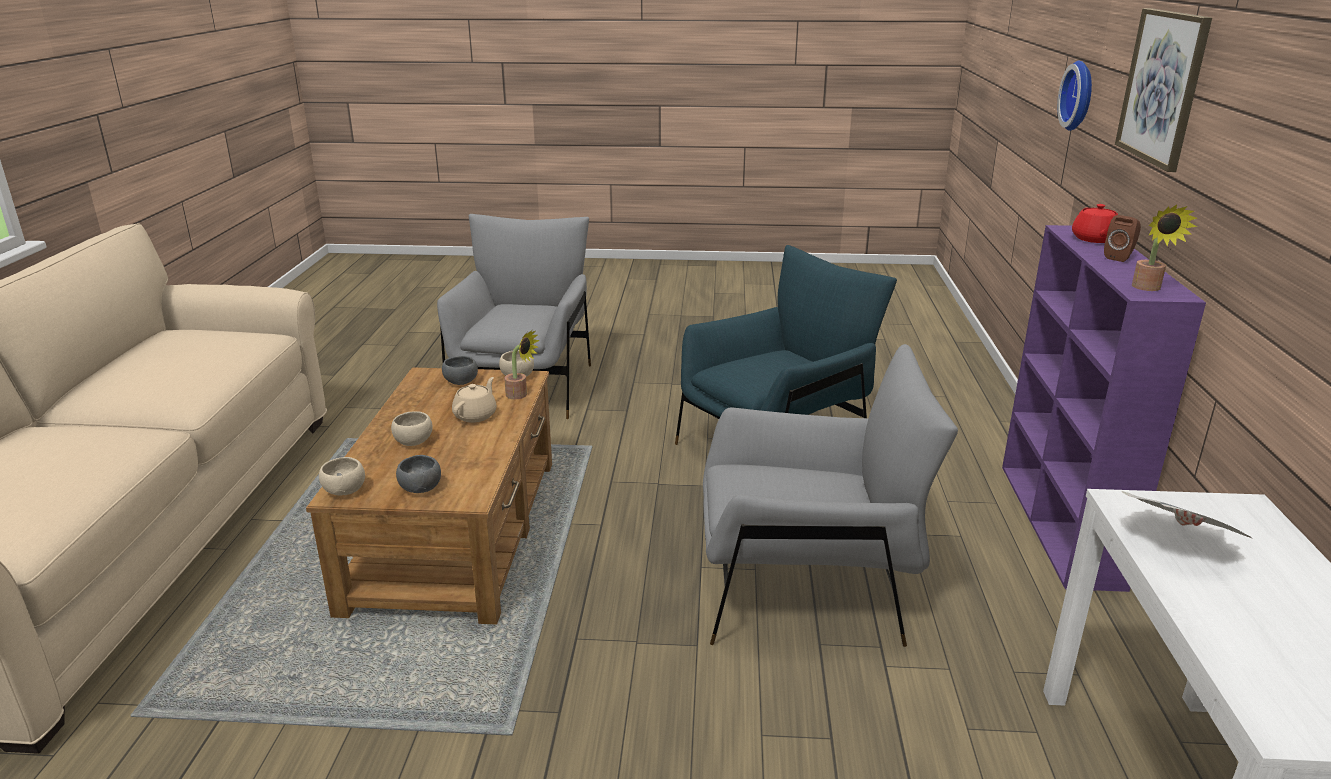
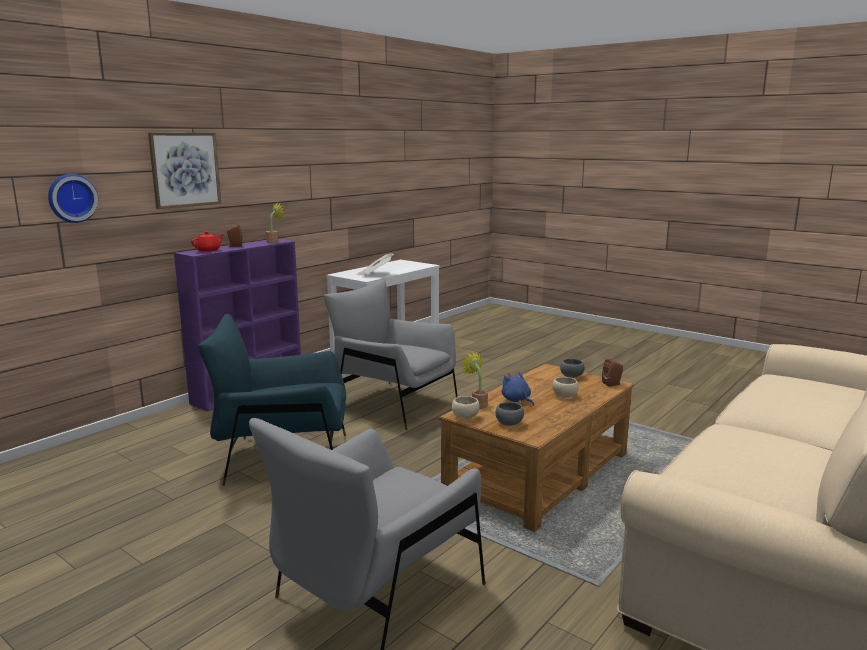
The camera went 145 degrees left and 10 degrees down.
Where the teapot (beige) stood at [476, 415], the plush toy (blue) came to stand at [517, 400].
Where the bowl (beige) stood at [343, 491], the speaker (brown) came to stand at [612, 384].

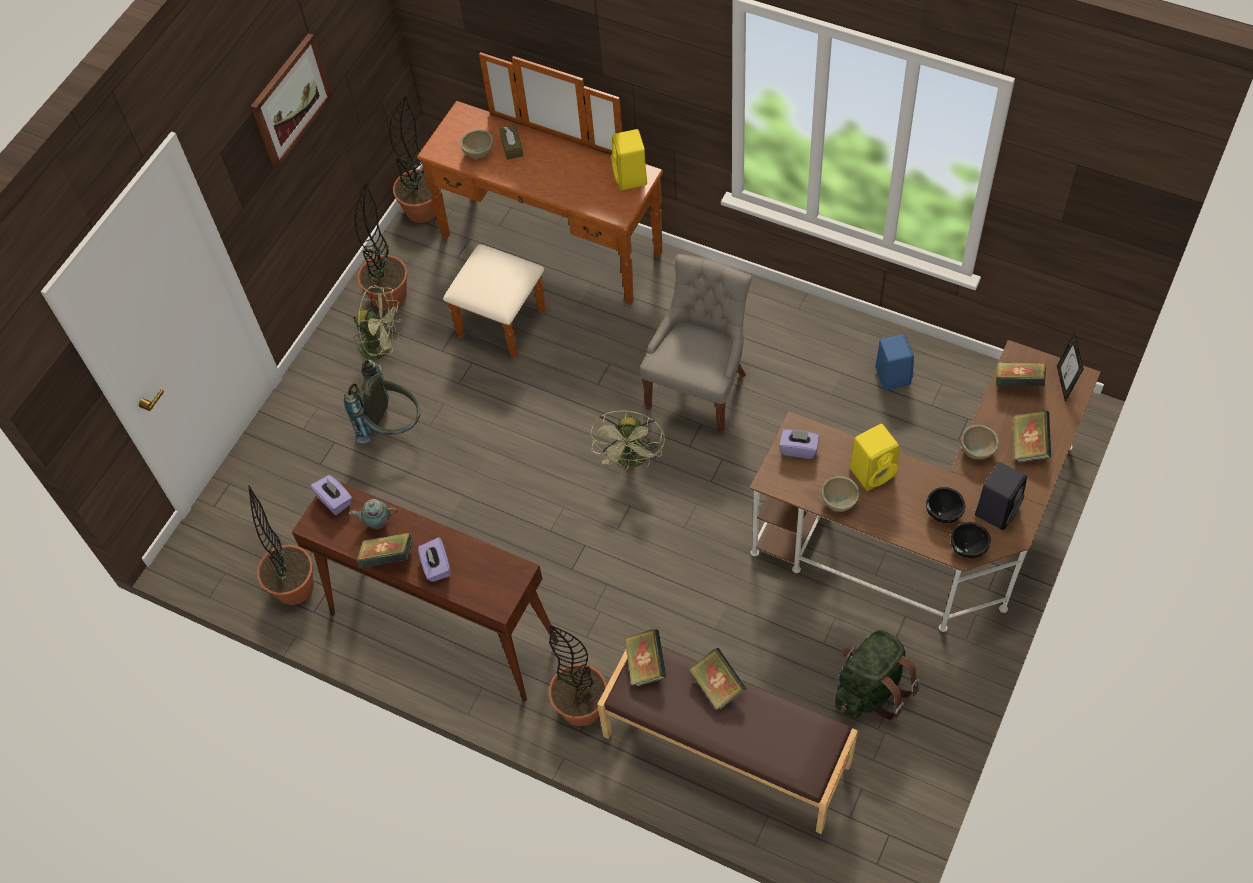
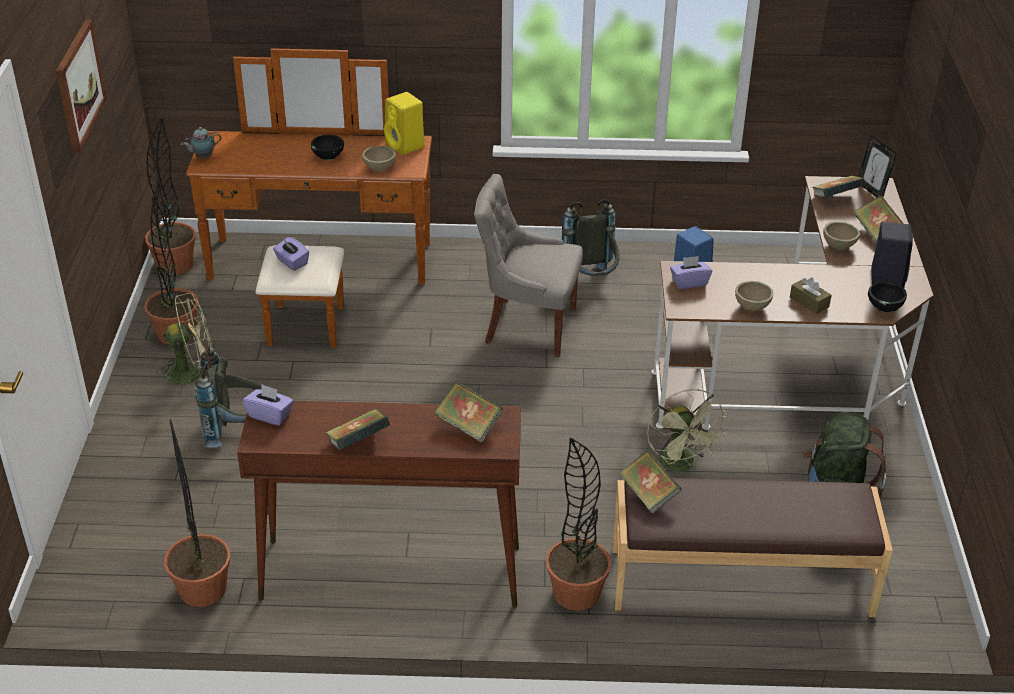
The camera went 30 degrees left and 20 degrees down.
The tissue box (brown) ended up elsewhere, having gone from [512, 146] to [809, 302].
The bowl (beige) ended up elsewhere, having gone from [479, 153] to [380, 169].
The chair (grey) at [699, 389] ended up facing another way, 75 degrees counterclockwise from before.
The fan (green) ended up elsewhere, having gone from [632, 461] to [681, 465].
The second view lost the speaker (yellow) at [873, 471].
The bowl (black) ended up elsewhere, having gone from [943, 512] to [328, 157].
The teapot ended up elsewhere, having gone from [377, 522] to [203, 157].
The tissue box (purple) ended up elsewhere, having gone from [436, 566] to [292, 262].
The book ended up elsewhere, having gone from [717, 685] to [468, 426].
The second view gained the backpack (grey) at [590, 280].

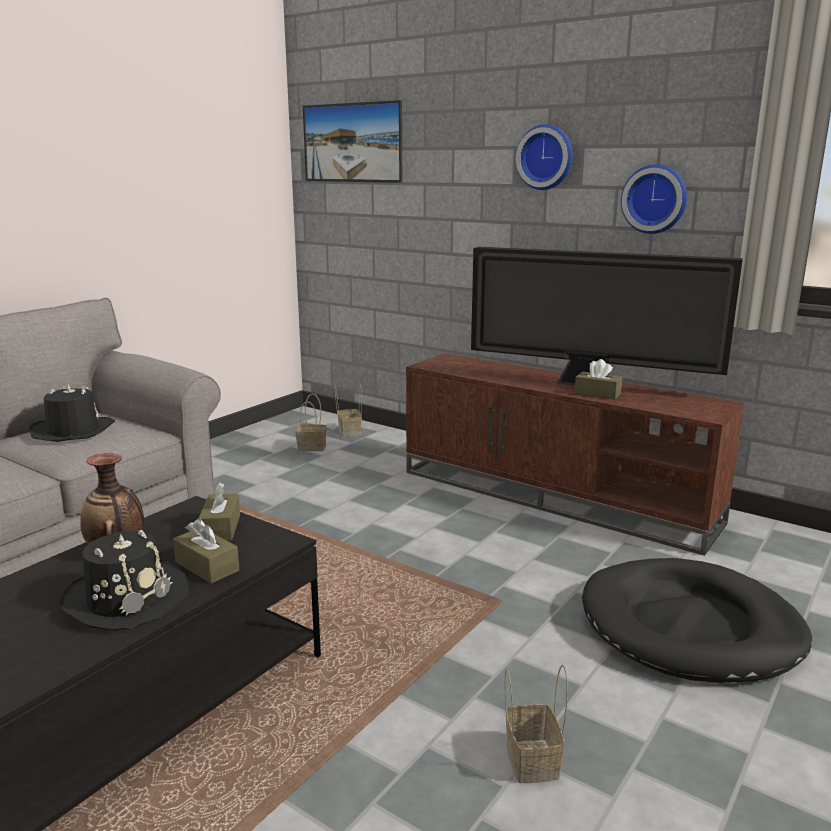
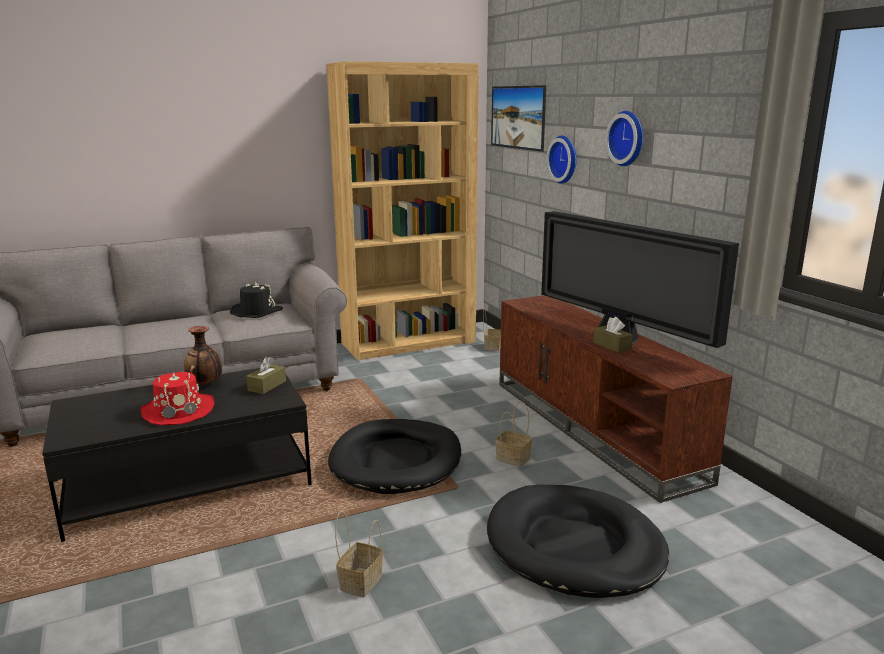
The camera went 30 degrees right and 0 degrees up.
The wall clock ended up elsewhere, having gone from [655, 199] to [565, 159].
The basket ended up elsewhere, having gone from [313, 447] to [514, 458].
The second view lost the tissue box (brown) at [207, 566].
What was the hat (black) at [126, 598] turned into the hat (red) at [178, 410].
The second view gained the bookcase (brown) at [409, 342].
The second view gained the dog bed (black) at [396, 461].

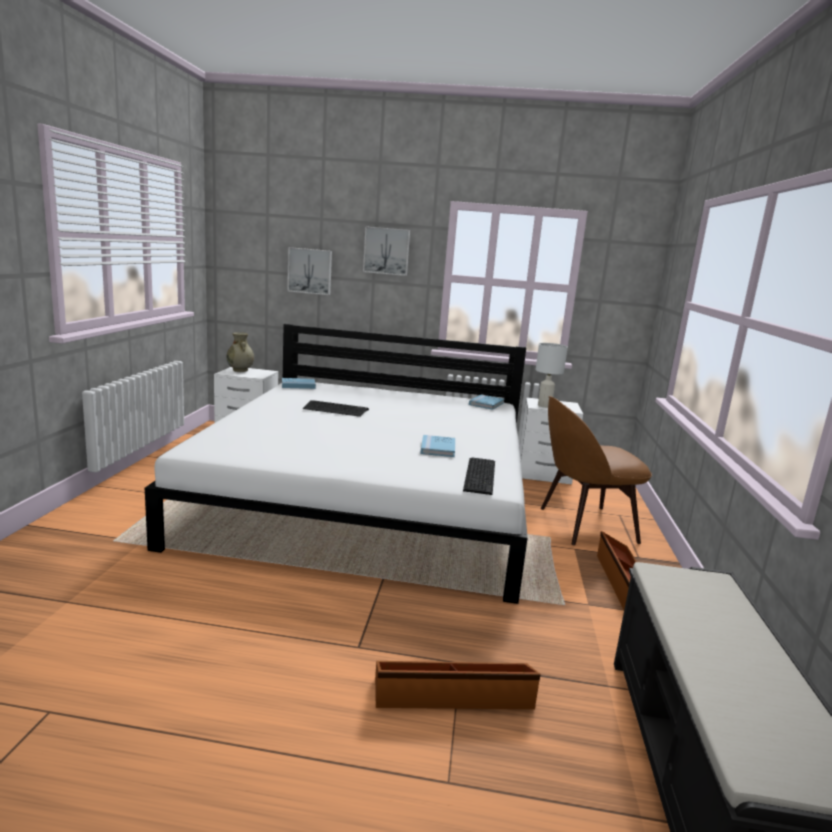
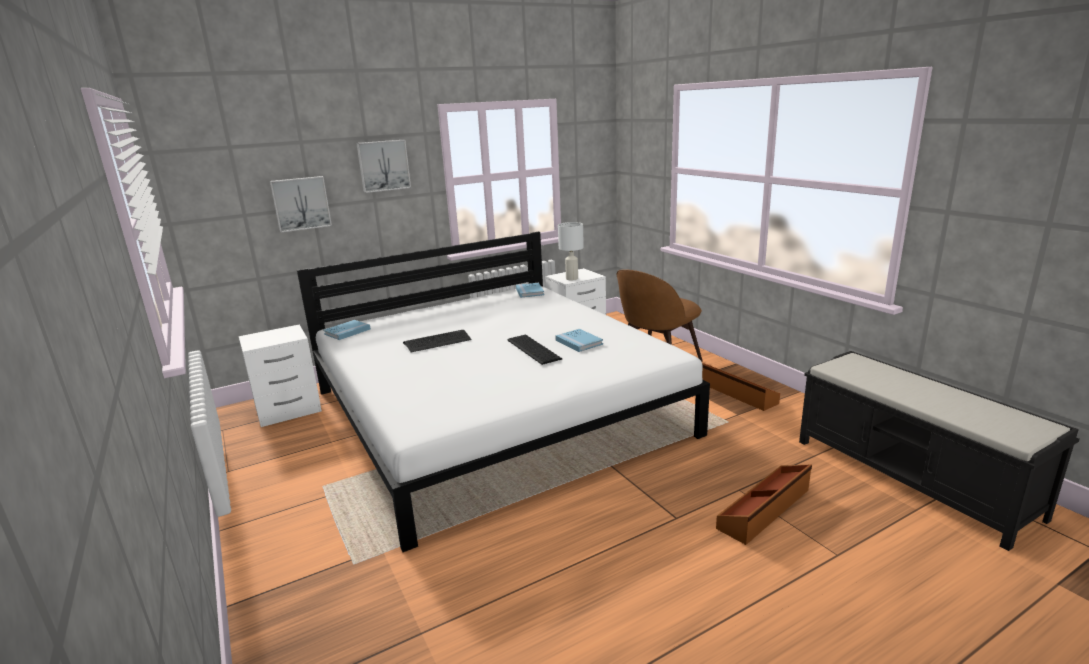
The camera went 35 degrees left and 5 degrees up.
The second view lost the vase (beige) at [240, 370].
The keyboard ended up elsewhere, having gone from [481, 475] to [534, 349].

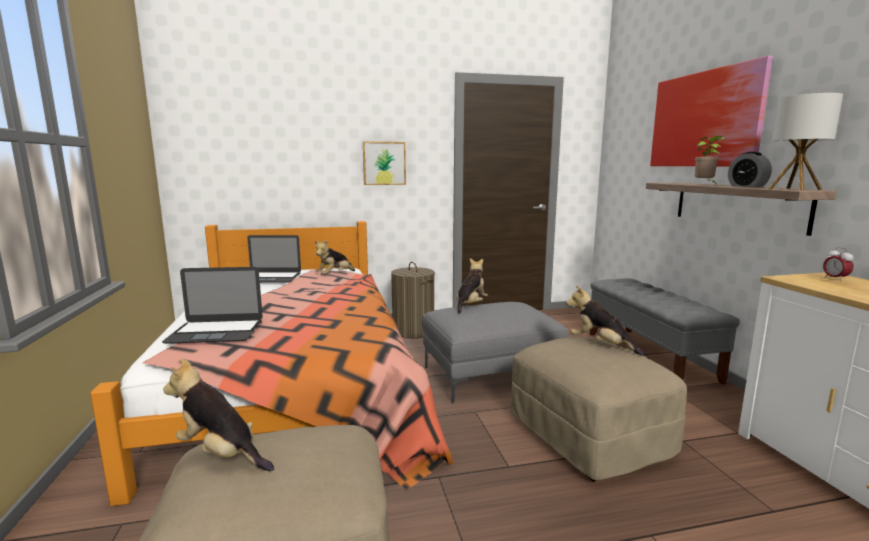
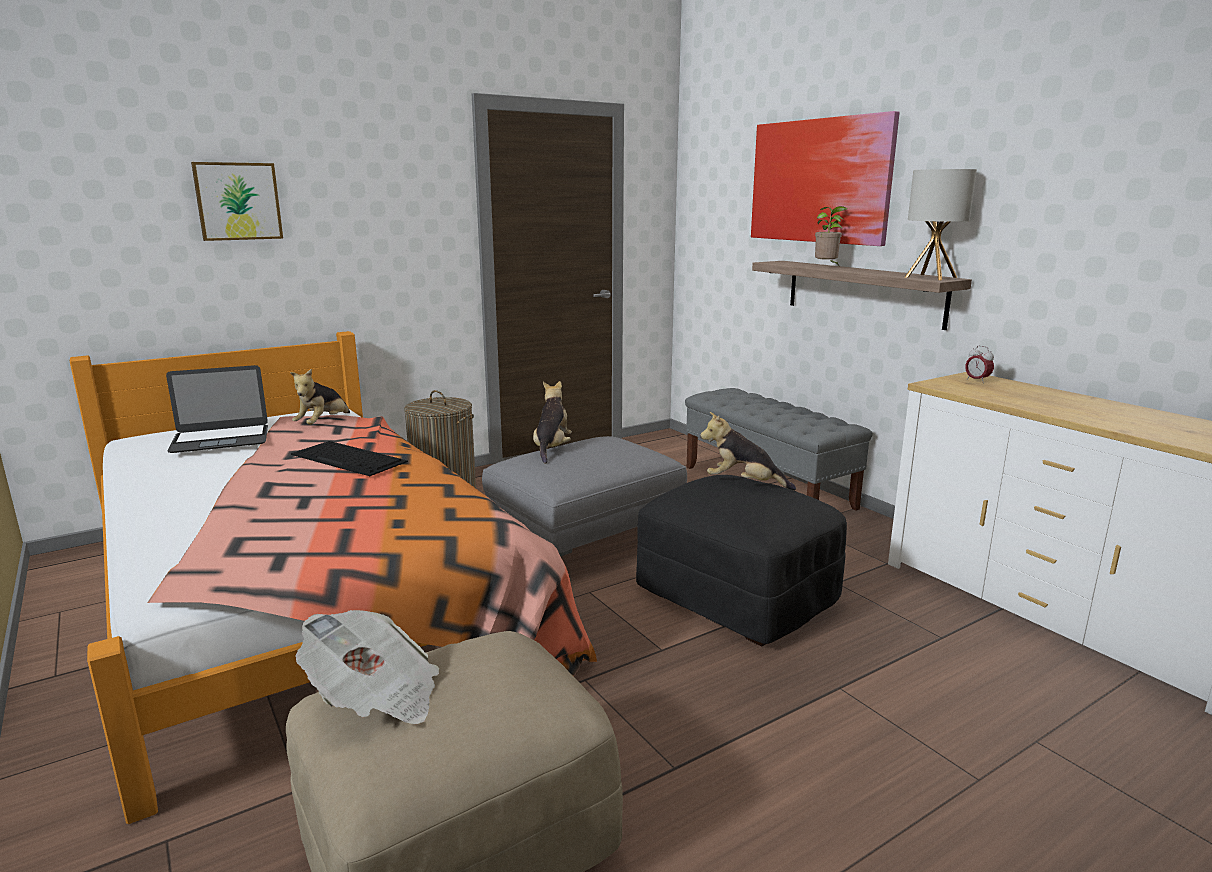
The camera went 20 degrees left and 5 degrees up.
The picture ended up elsewhere, having gone from [384, 163] to [238, 201].
The second view lost the alarm clock at [747, 186].
The second view lost the laptop at [216, 331].
What was the ottoman (beige) at [589, 436] turned into the ottoman (black) at [738, 596].
Where the plush toy stood at [221, 454], the newspaper came to stand at [375, 696].
The second view gained the keyboard at [350, 458].

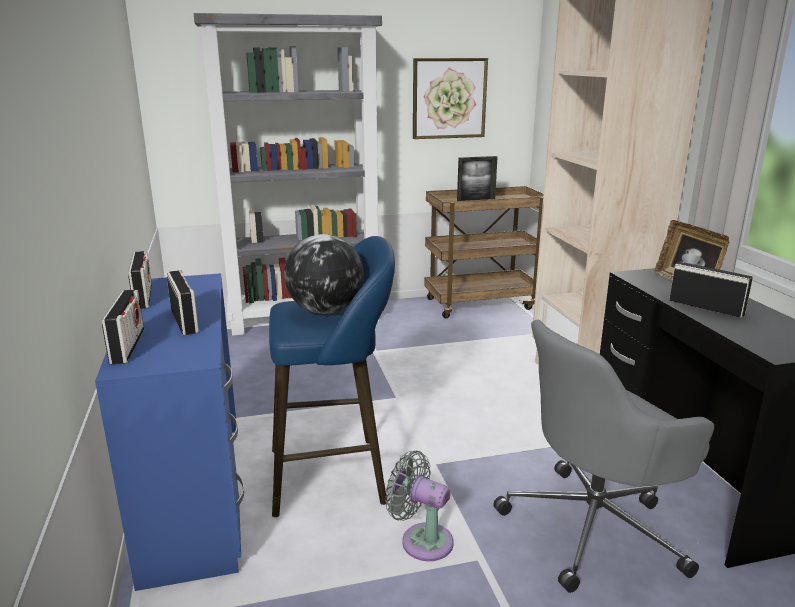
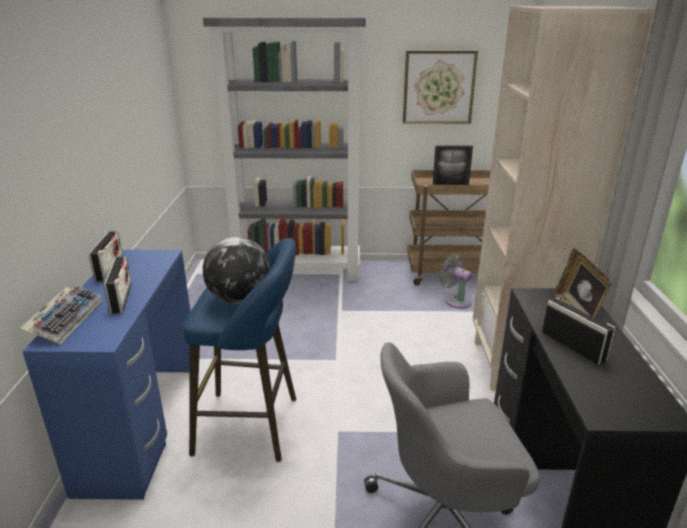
The camera went 15 degrees right and 5 degrees up.
Where the radio stood at [127, 346], the keyboard came to stand at [65, 319].
The fan (grey) ended up elsewhere, having gone from [422, 540] to [455, 300].

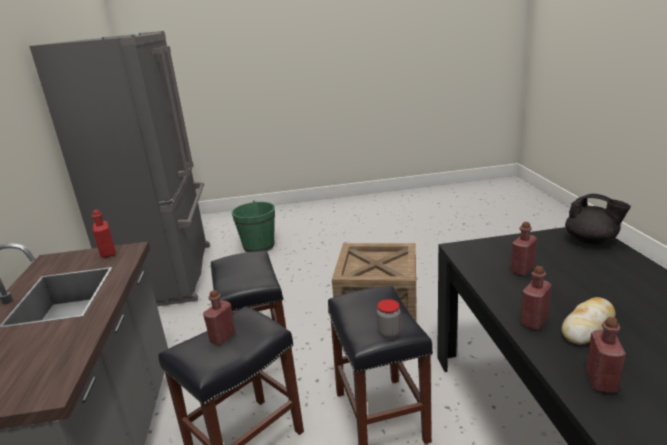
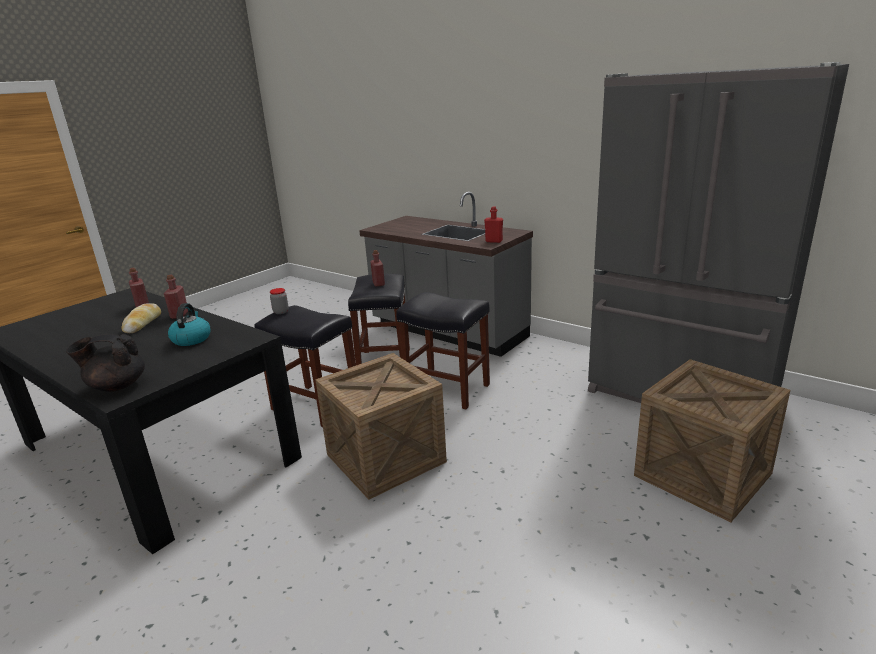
The camera went 135 degrees right and 0 degrees up.
Where the bucket (green) stood at [259, 246], the crate came to stand at [702, 474].
Where the bottle (red) stood at [522, 270], the kettle came to stand at [191, 339].

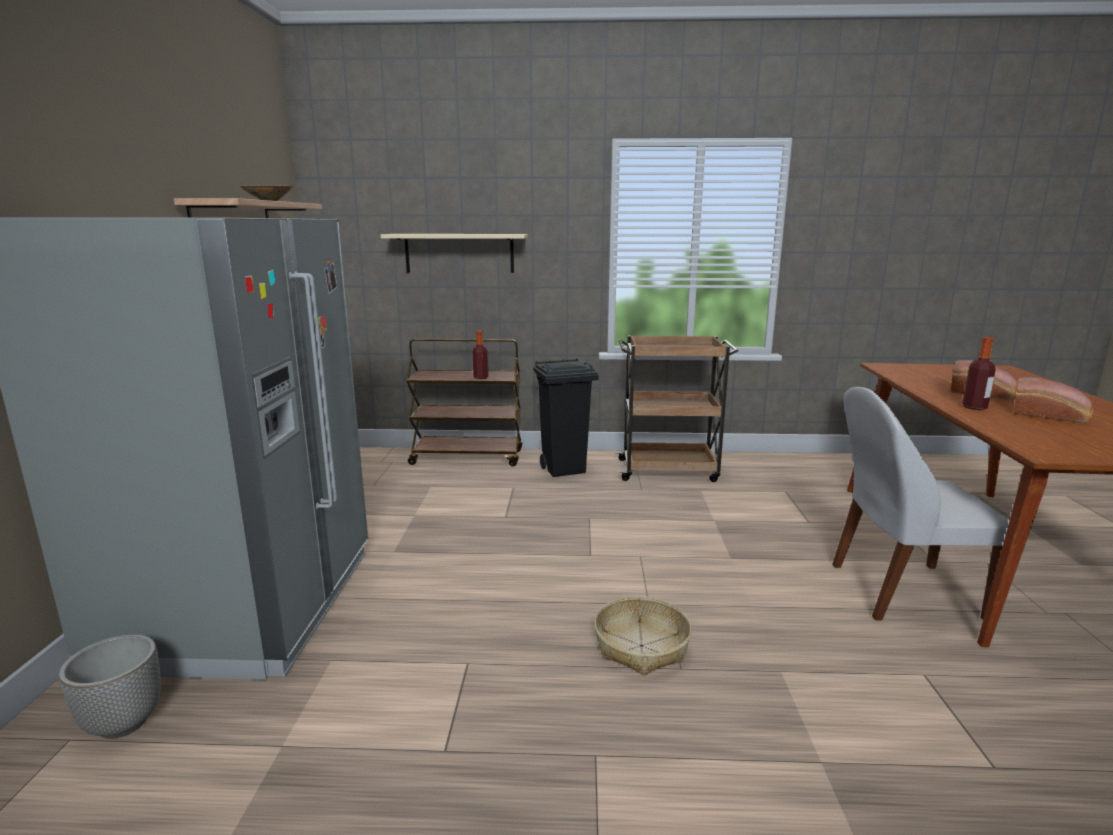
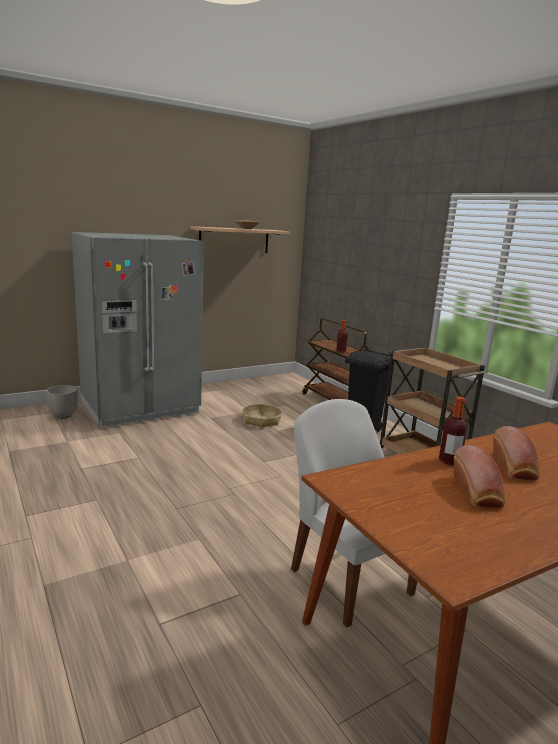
The camera went 55 degrees right and 0 degrees up.
The second view lost the shelf (beige) at [459, 253].
The basket ended up elsewhere, having gone from [641, 646] to [261, 421].

